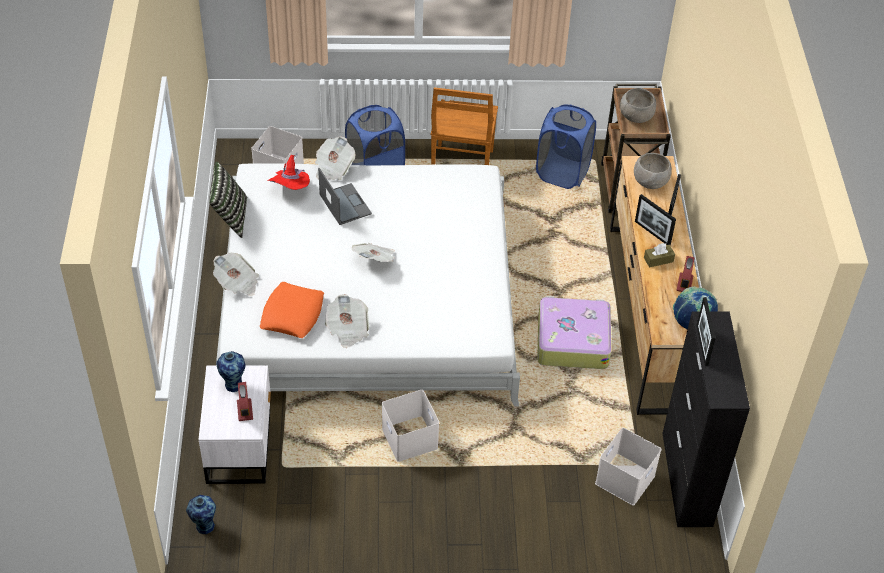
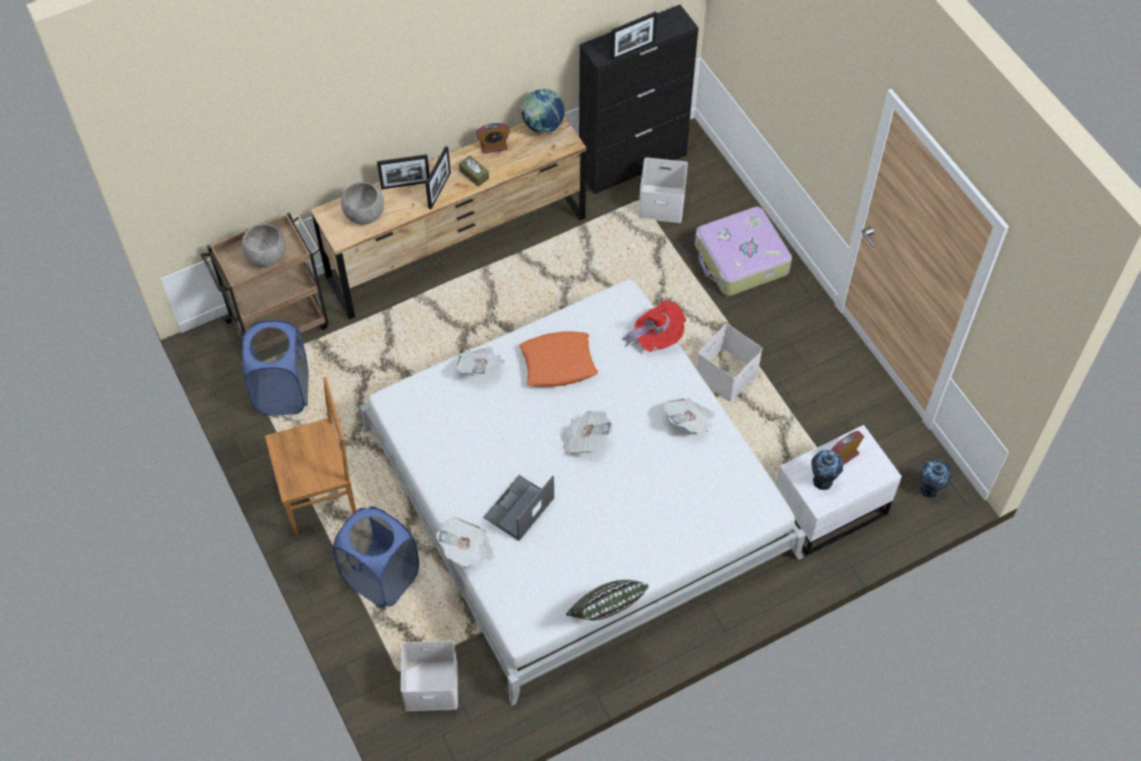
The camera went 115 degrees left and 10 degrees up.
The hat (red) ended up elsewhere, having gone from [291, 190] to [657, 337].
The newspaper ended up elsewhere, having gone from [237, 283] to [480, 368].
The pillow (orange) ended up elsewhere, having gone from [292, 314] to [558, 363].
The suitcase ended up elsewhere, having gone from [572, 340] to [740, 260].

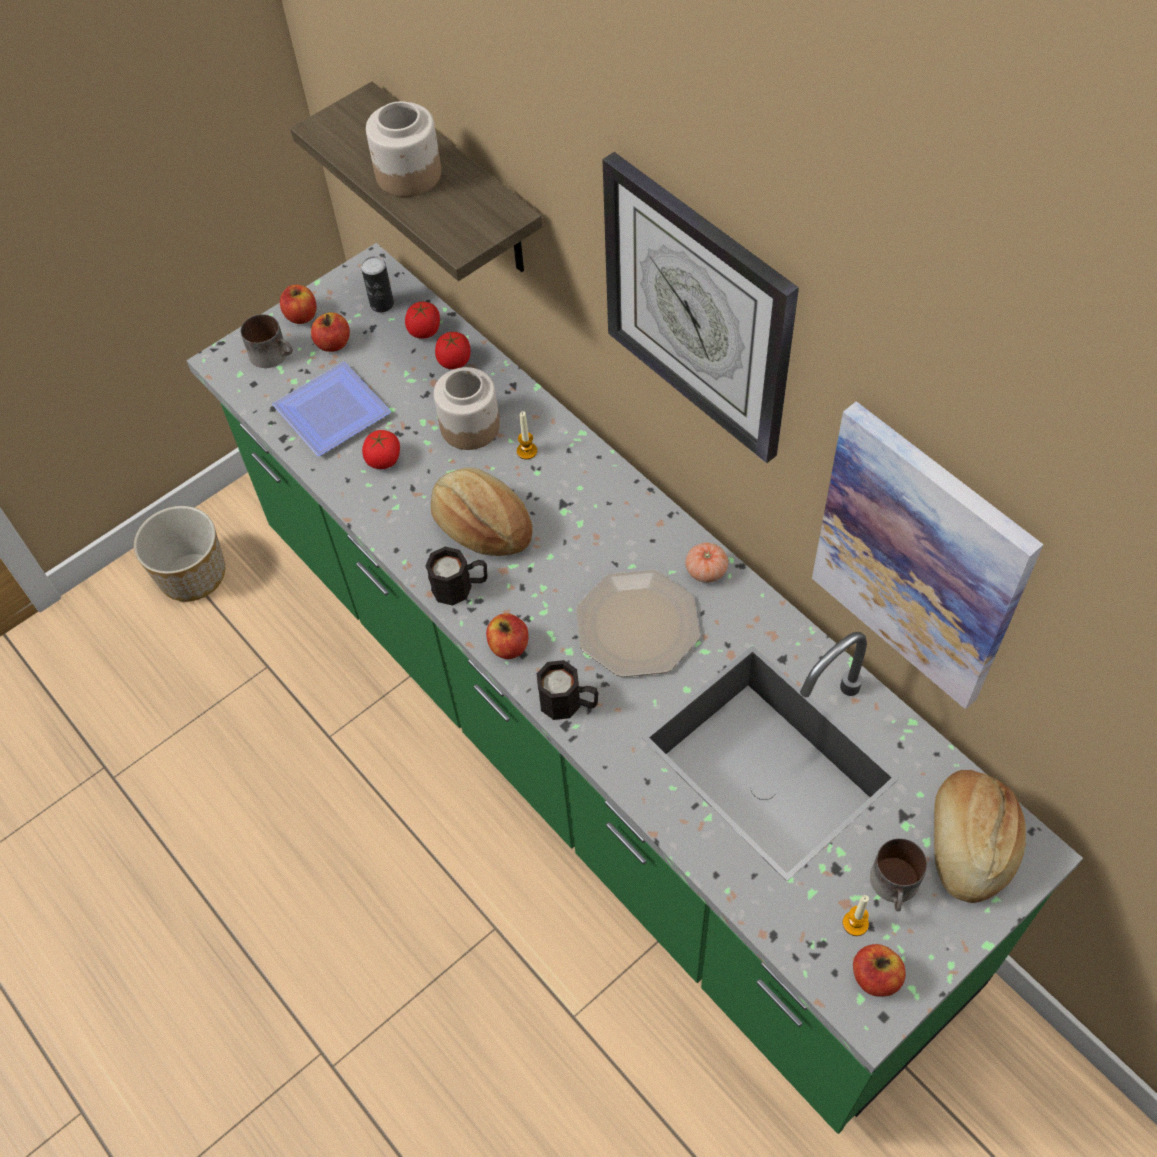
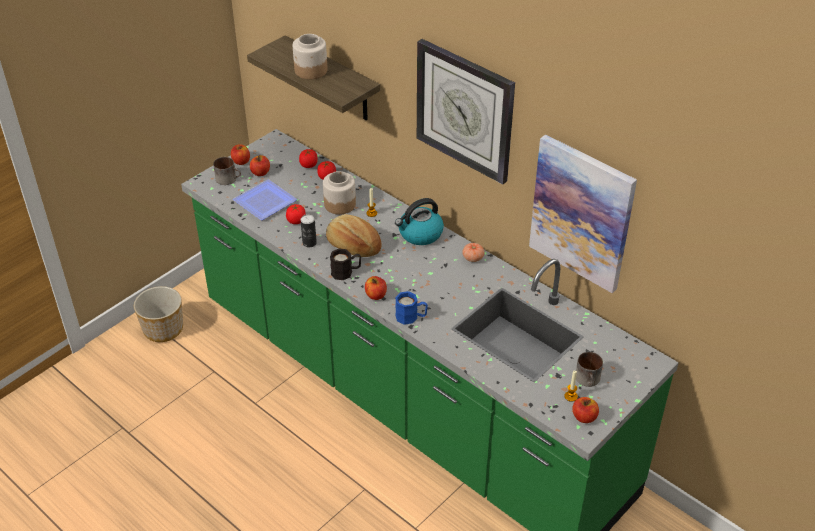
The camera went 10 degrees left and 15 degrees down.
The can ended up elsewhere, having gone from [382, 304] to [309, 243].
The second view lost the plate at [636, 625].
What was the mug (black) at [569, 703] turned into the mug (blue) at [411, 317].
The second view lost the bread at [968, 843].
The second view gained the kettle at [420, 234].

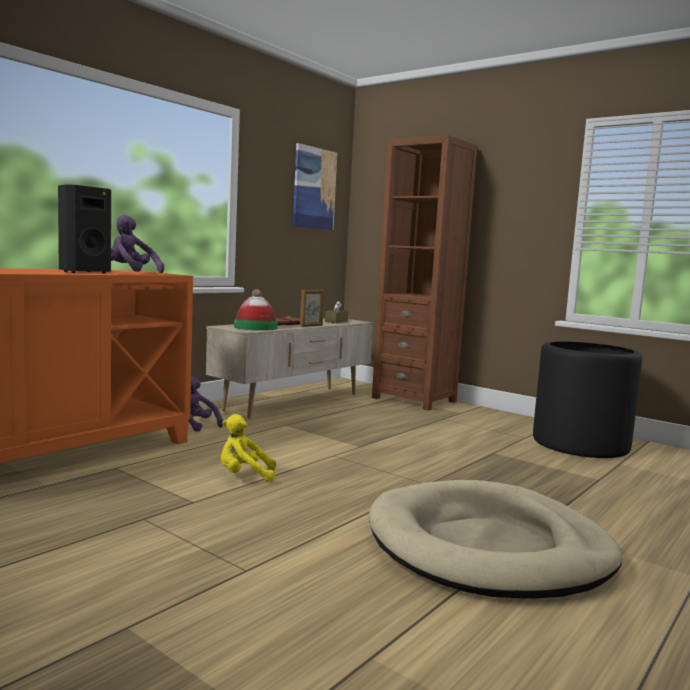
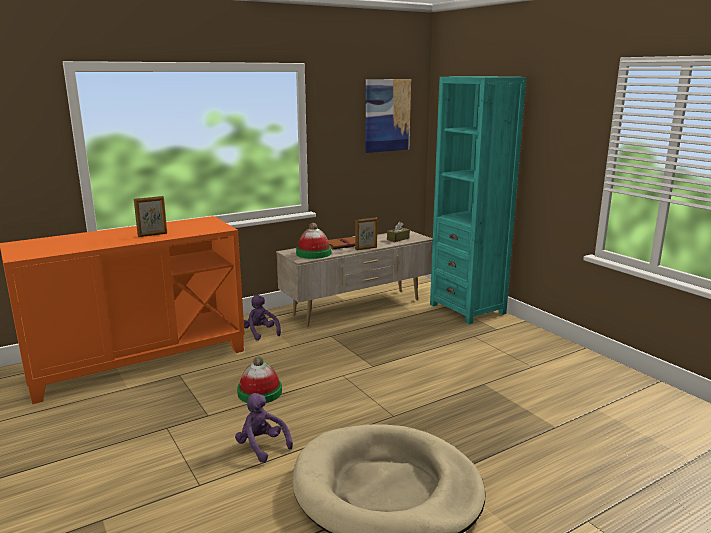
The camera went 20 degrees right and 10 degrees up.
What was the bookcase (brown) at [414, 399] turned into the bookcase (turquoise) at [467, 309].
Where the speaker (black) stood at [83, 272], the picture frame came to stand at [152, 235].
The plush toy (purple) ended up elsewhere, having gone from [130, 271] to [262, 446].
The second view lost the planter (black) at [580, 444].
Where the plush toy (yellow) stood at [244, 476], the hat came to stand at [260, 392].

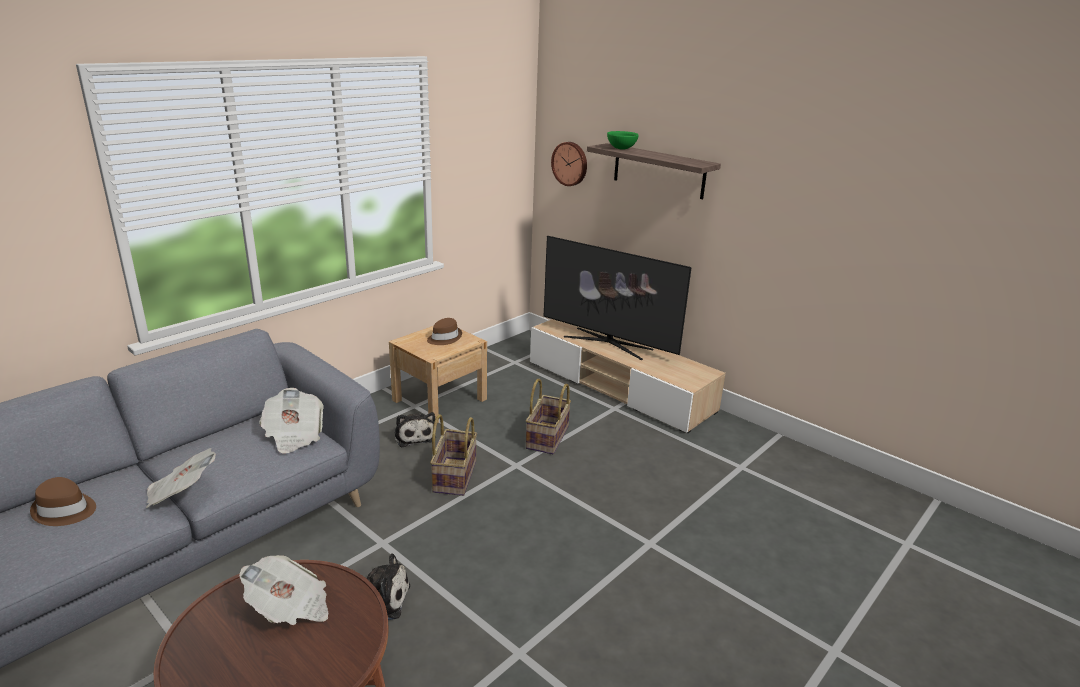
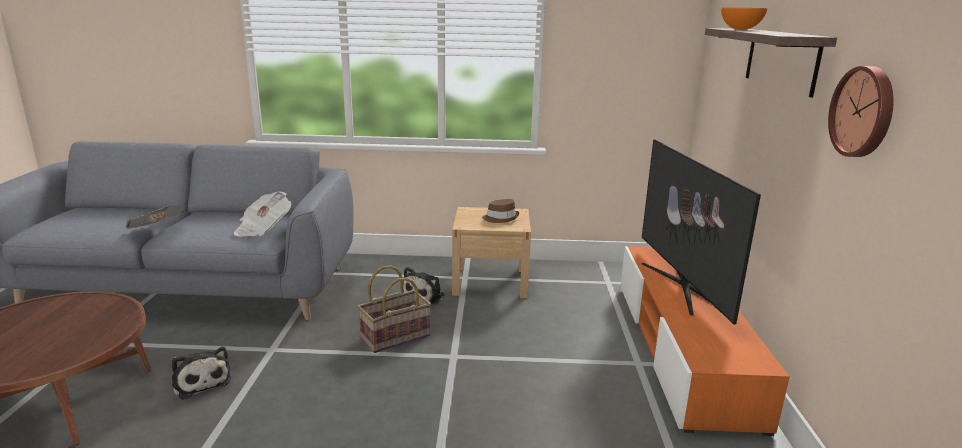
The camera went 50 degrees right and 5 degrees down.
What was the bowl (green) at [622, 149] turned into the bowl (orange) at [741, 29].
The wall clock ended up elsewhere, having gone from [570, 163] to [864, 112].
What was the tv stand (beige) at [619, 387] turned into the tv stand (orange) at [682, 348].
The second view lost the basket at [548, 438].
The second view lost the hat (brown) at [64, 510].
The second view lost the newspaper at [290, 608].

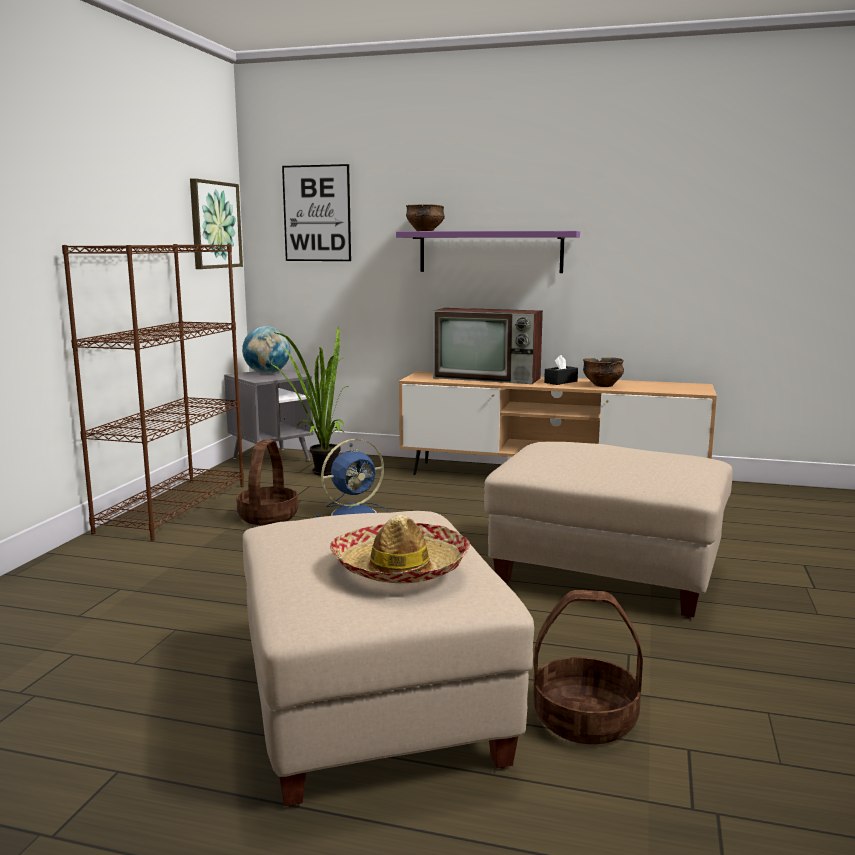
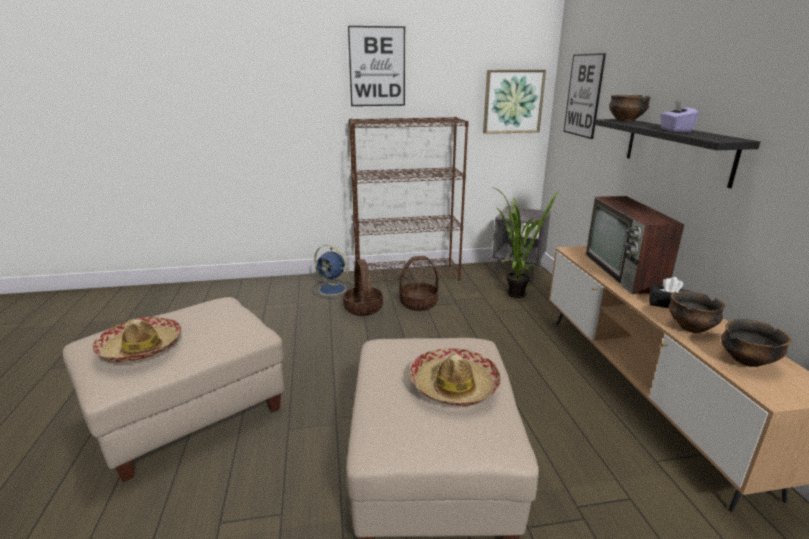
The camera went 65 degrees right and 10 degrees up.
What was the shelf (purple) at [490, 252] turned into the shelf (black) at [676, 149].
The second view lost the globe at [267, 373].
The fan (blue) ended up elsewhere, having gone from [356, 514] to [333, 289].
The basket ended up elsewhere, having gone from [584, 719] to [363, 308].
The second view gained the picture at [377, 67].
The second view gained the tissue box (purple) at [675, 130].
The second view gained the bowl at [746, 361].
The second view gained the hat at [454, 385].

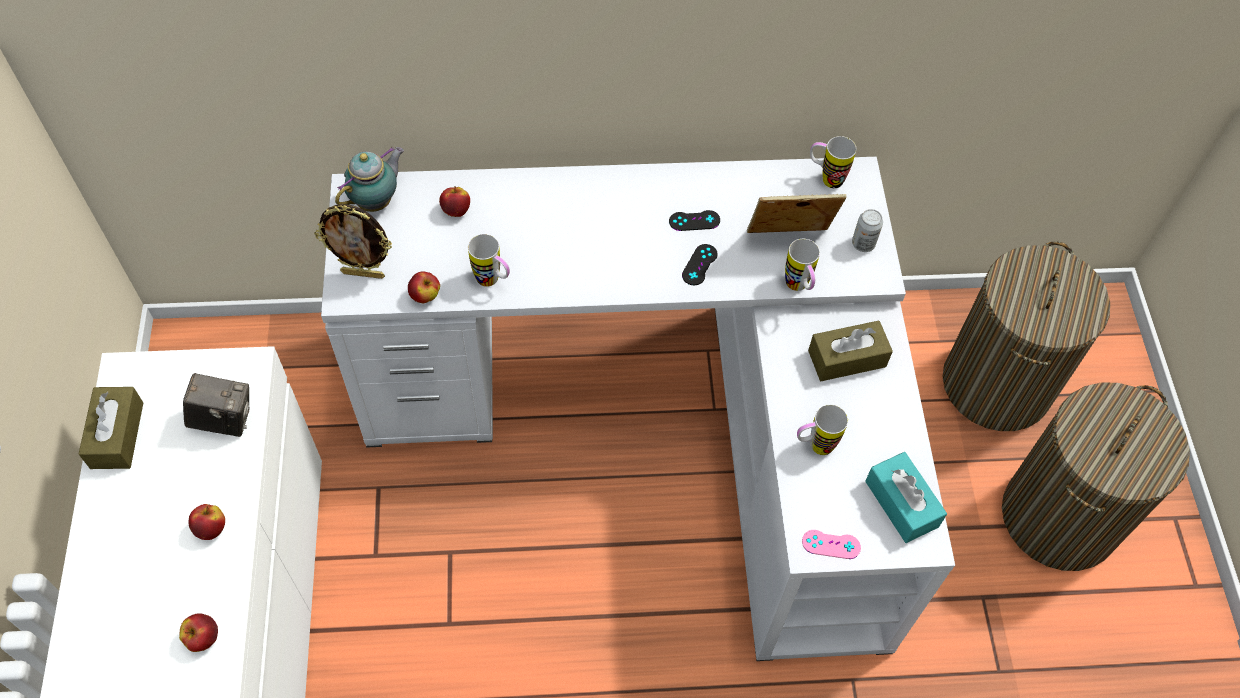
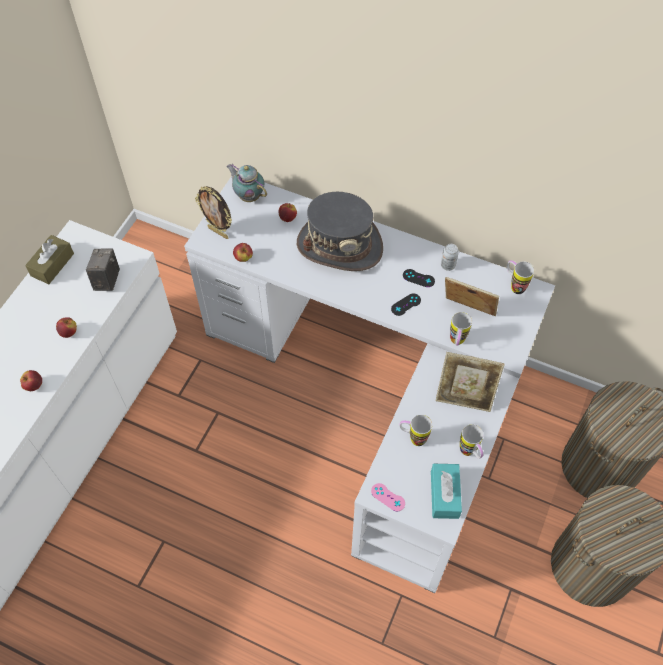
The camera went 30 degrees right and 0 degrees up.
The teapot at [377, 201] ended up facing another way, 120 degrees counterclockwise from before.
The can ended up elsewhere, having gone from [863, 244] to [448, 265].
The mug ended up elsewhere, having gone from [493, 281] to [470, 453].
Where the tissue box (brown) stood at [847, 358], the picture frame came to stand at [464, 397].
The photo camera at [224, 419] ended up facing another way, 120 degrees counterclockwise from before.
The second view gained the hat (grey) at [340, 246].

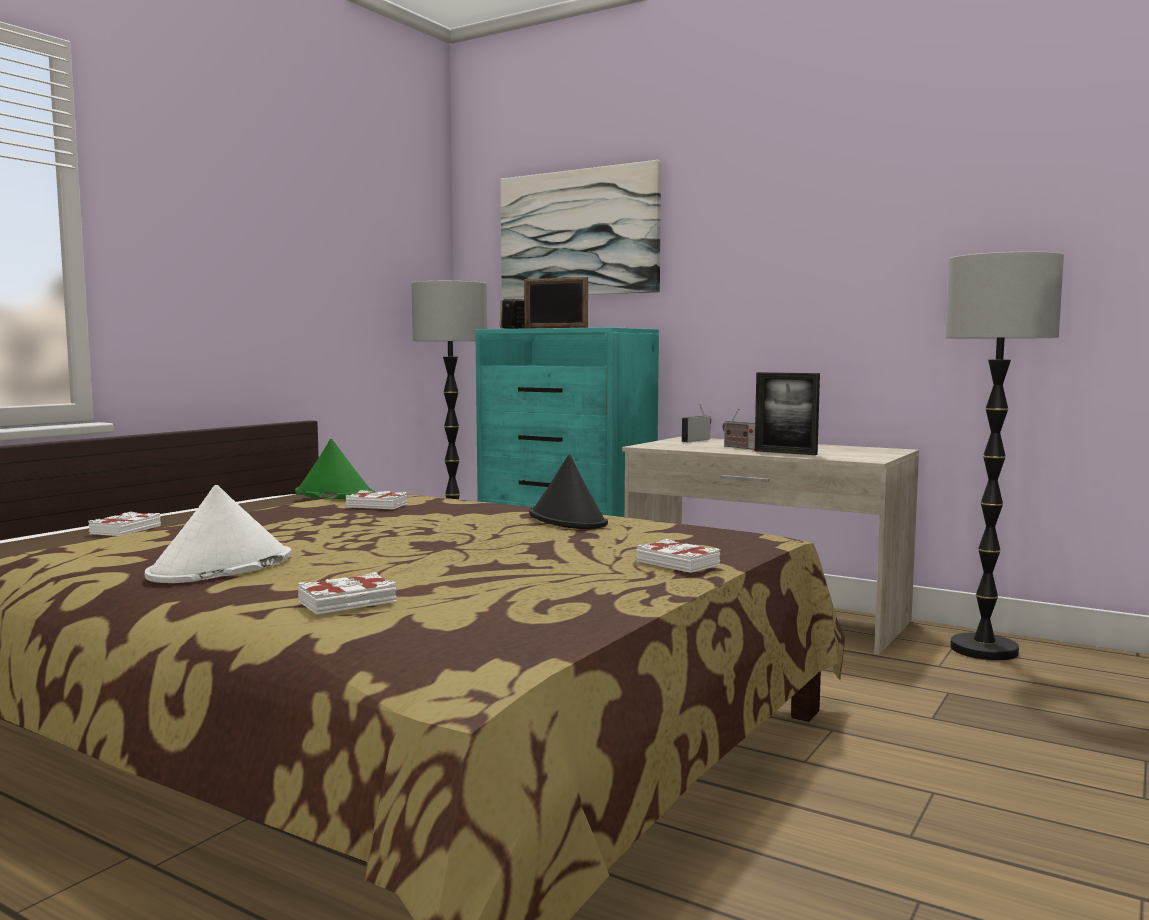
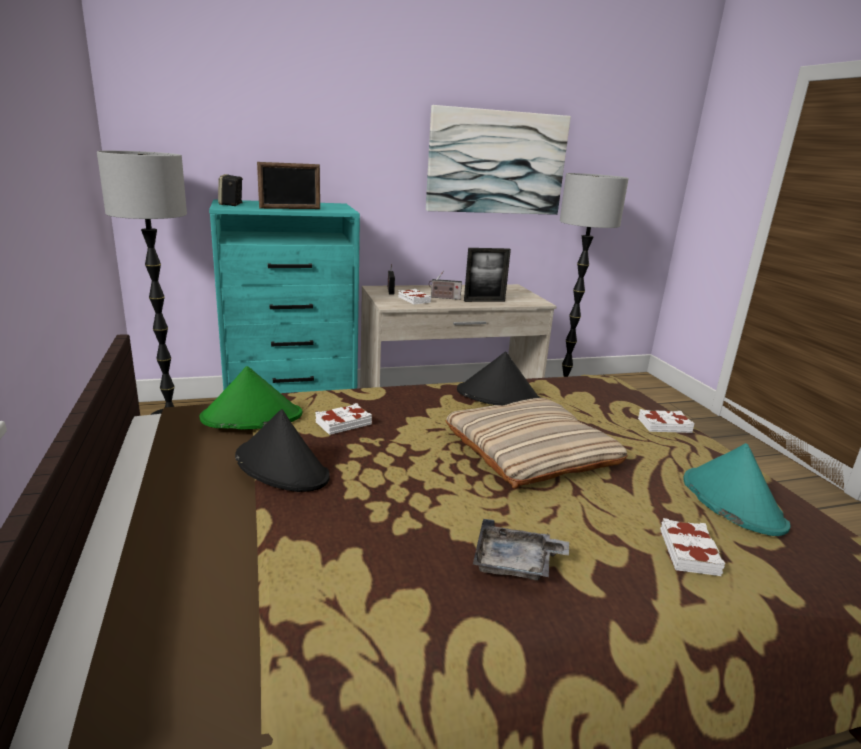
The camera went 50 degrees left and 15 degrees up.
The picture ended up elsewhere, having gone from [578, 233] to [497, 162].
Where the hat (white) stood at [221, 567], the tray (grey) came to stand at [515, 563].
The book (white) ended up elsewhere, having gone from [124, 530] to [413, 300].
The second view gained the pillow (beige) at [530, 450].
The second view gained the hat (black) at [282, 467].
The second view gained the hat (turquoise) at [731, 502].

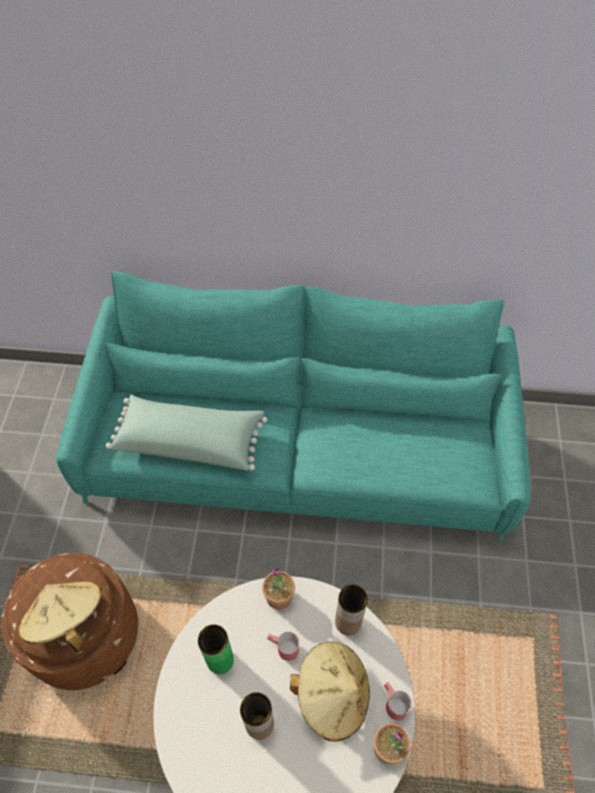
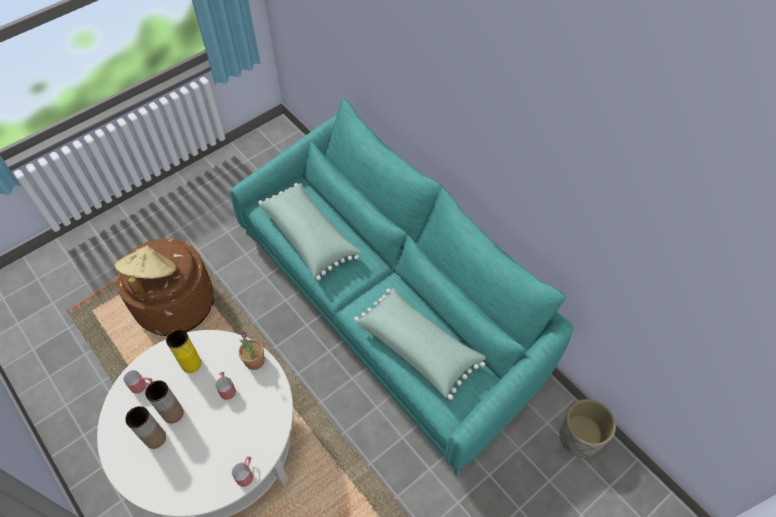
The camera went 45 degrees right and 0 degrees up.
The vase (brown) ended up elsewhere, having gone from [348, 622] to [155, 438].
What was the vase (green) at [220, 660] turned into the vase (yellow) at [191, 363].
The second view lost the hat (beige) at [332, 695].
The second view lost the potted plant at [388, 748].
The second view gained the pillow (green) at [418, 347].
The second view gained the mug (red) at [142, 386].
The second view gained the planter (grey) at [580, 438].

